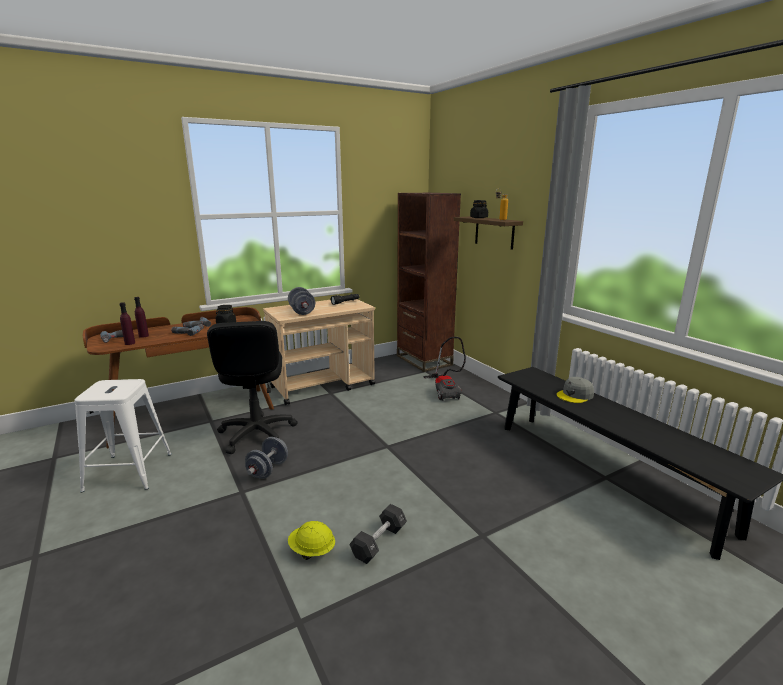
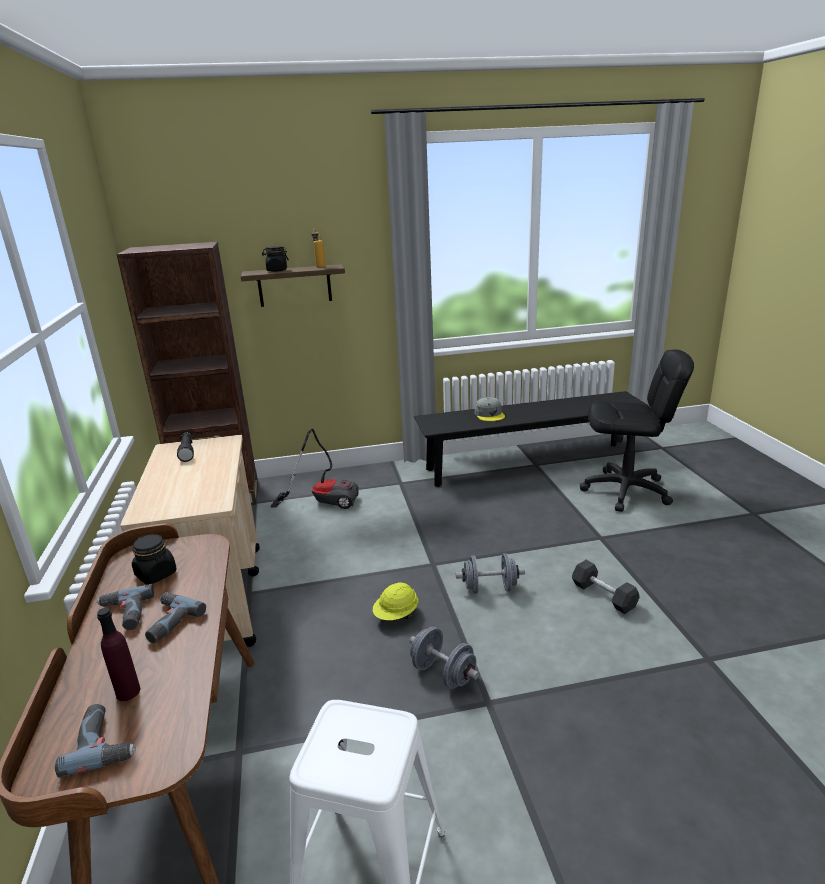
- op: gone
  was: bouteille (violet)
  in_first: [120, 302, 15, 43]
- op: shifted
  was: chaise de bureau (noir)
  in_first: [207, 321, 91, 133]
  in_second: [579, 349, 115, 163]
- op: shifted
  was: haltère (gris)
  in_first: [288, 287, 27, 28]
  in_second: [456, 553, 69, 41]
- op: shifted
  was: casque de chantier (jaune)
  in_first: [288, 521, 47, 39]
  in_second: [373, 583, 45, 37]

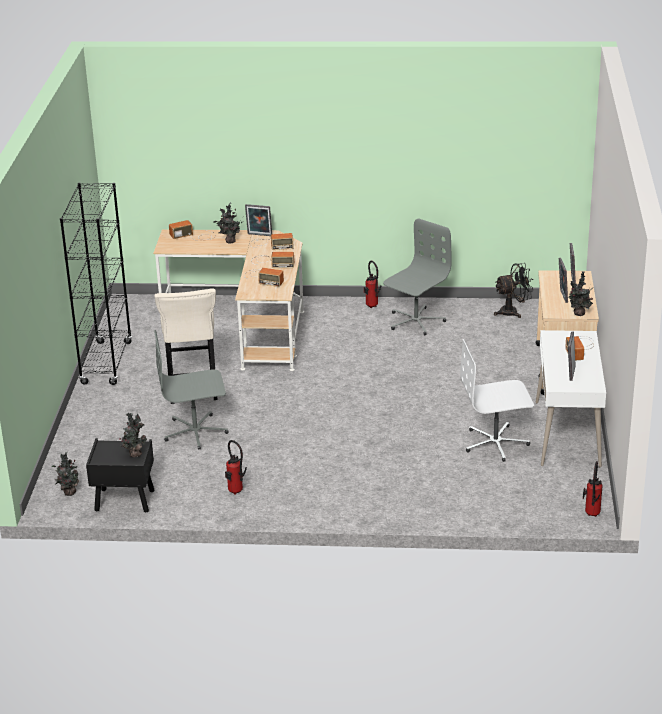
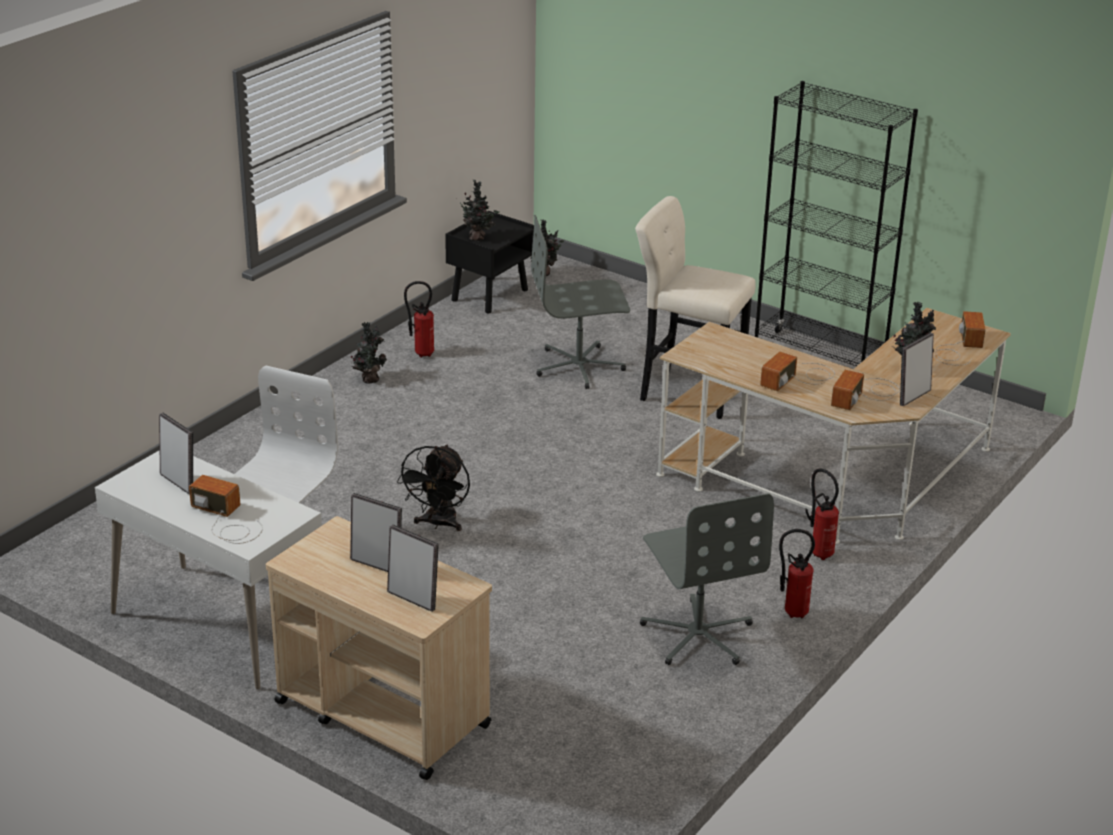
- op: rotated
  was: chaise de bureau (gris)
  in_first: [154, 330, 75, 120]
  in_second: [531, 215, 99, 174]
  clockwise: -120
- op: gone
  was: radio
  in_first: [244, 268, 40, 19]
- op: shifted
  was: ventilateur (noir)
  in_first: [494, 263, 40, 55]
  in_second: [397, 444, 73, 87]
- op: shifted
  was: plante en pot
  in_first: [568, 271, 25, 45]
  in_second: [351, 322, 36, 62]
- op: shifted
  was: extincteur
  in_first: [583, 461, 20, 56]
  in_second: [805, 469, 34, 91]

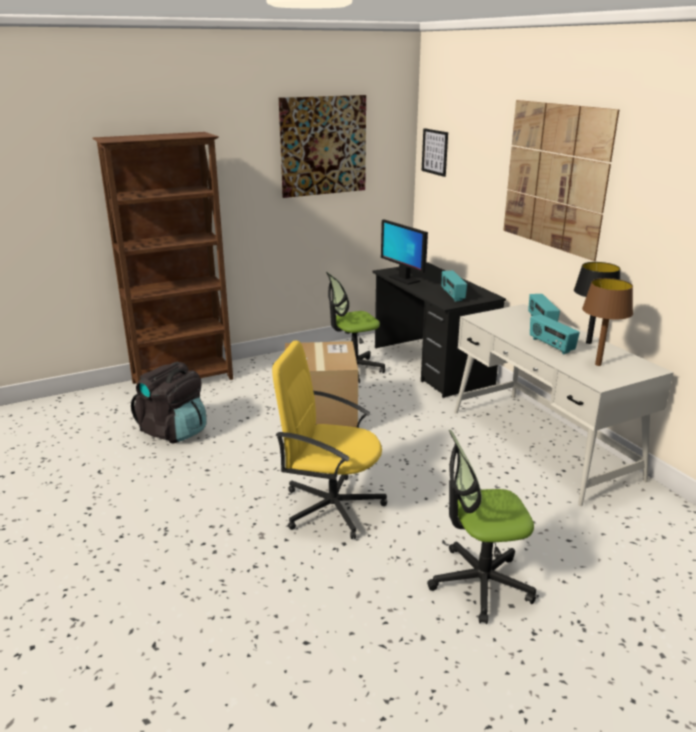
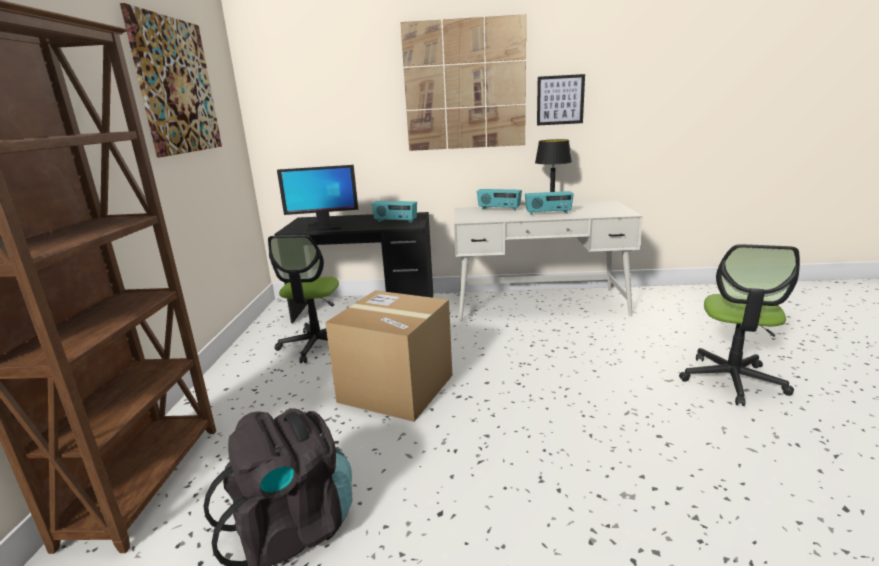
- op: gone
  was: chaise de bureau (jaune)
  in_first: [272, 341, 115, 198]
- op: shifted
  was: tableau
  in_first: [422, 128, 26, 49]
  in_second: [537, 74, 48, 52]
- op: gone
  was: lampe de table (marron)
  in_first: [582, 278, 51, 88]

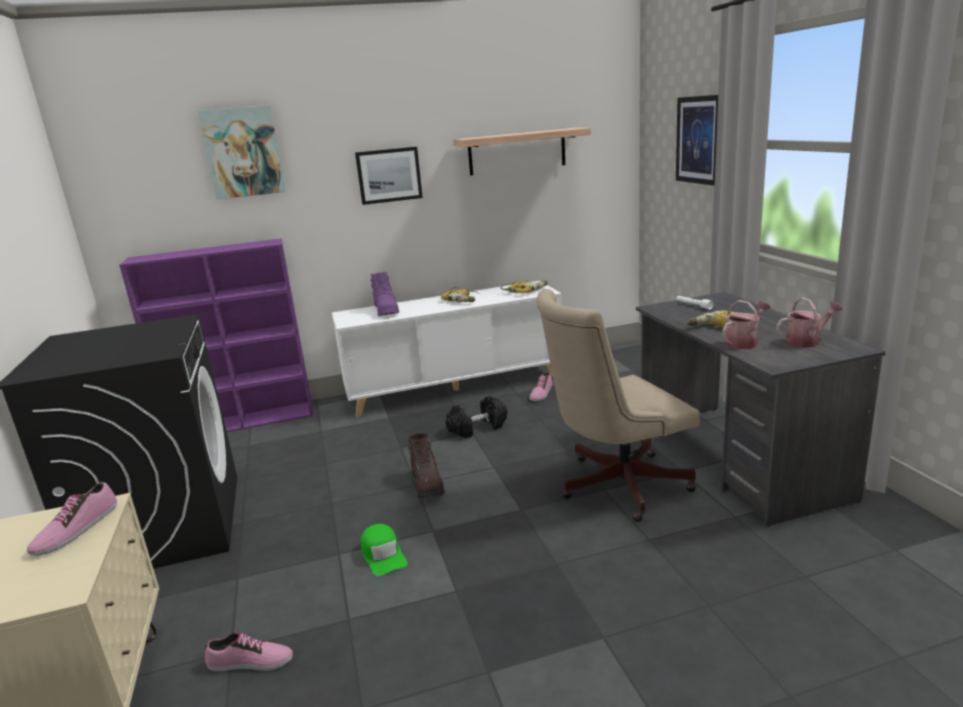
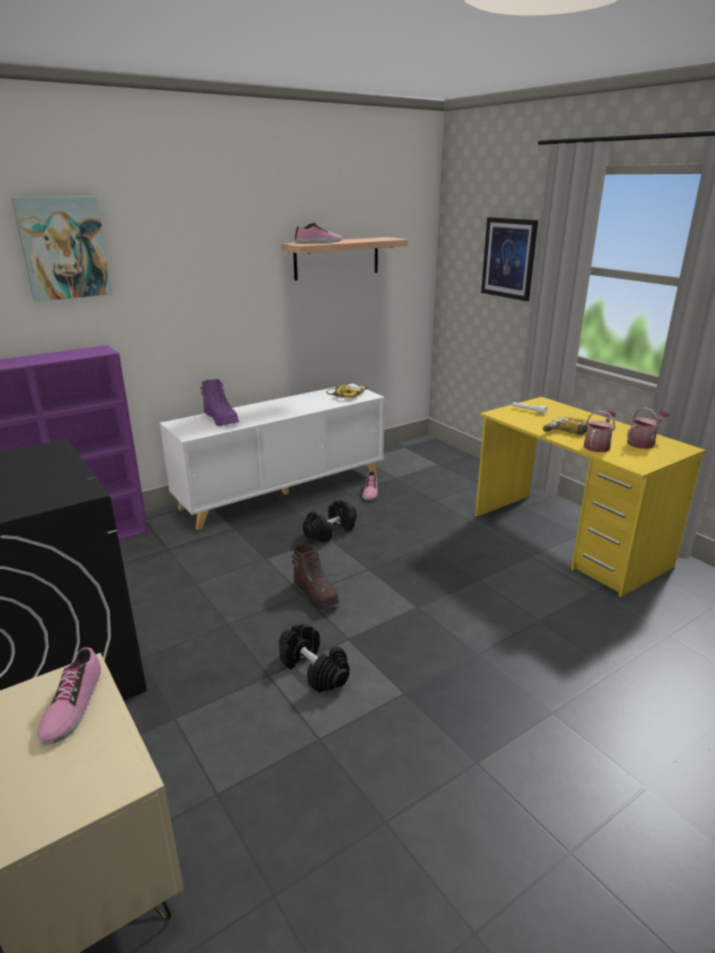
- op: shifted
  was: chaussure
  in_first: [205, 633, 88, 38]
  in_second: [295, 223, 47, 20]
- op: gone
  was: tableau
  in_first: [355, 147, 68, 58]
- op: swapped
  was: casquette (vert)
  now: haltère (noir)
  in_first: [361, 524, 47, 52]
  in_second: [279, 624, 71, 68]
- op: gone
  was: perceuse
  in_first: [441, 287, 38, 16]
- op: gone
  was: chaise de bureau (beige)
  in_first: [536, 289, 164, 233]
- op: repainted
  was: bureau (gris)
  now: bureau (jaune)
  in_first: [636, 292, 250, 235]
  in_second: [475, 397, 231, 200]

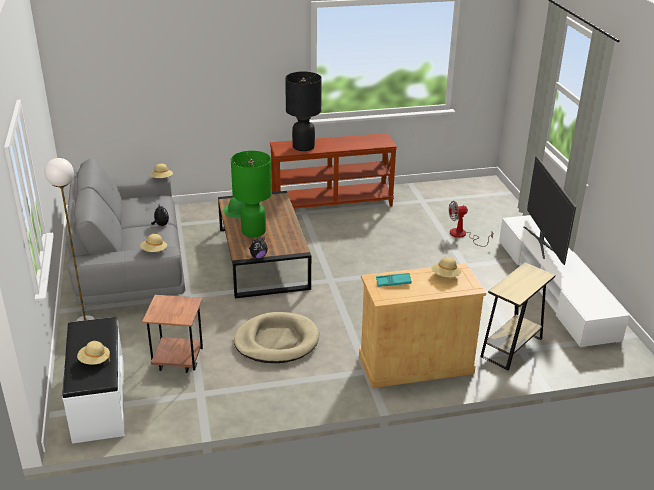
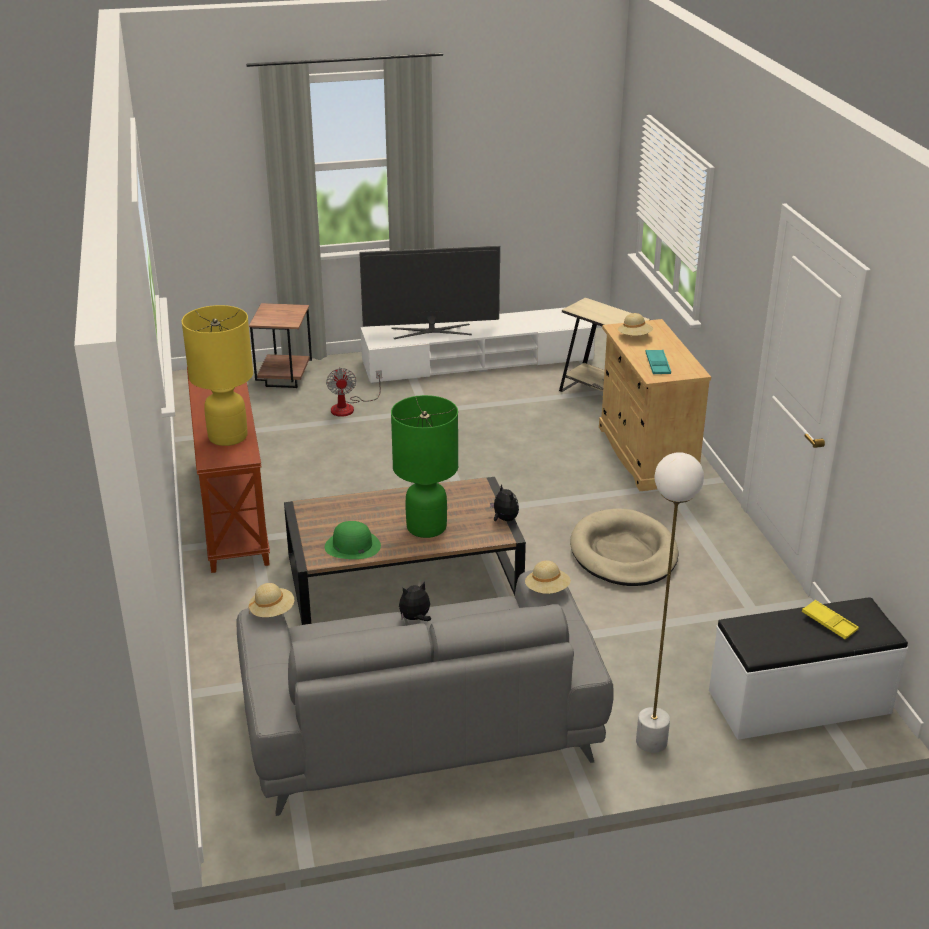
- op: swapped
  was: chapeau (beige)
  now: plateau (jaune)
  in_first: [77, 341, 33, 24]
  in_second: [802, 600, 57, 39]
- op: shifted
  was: table d'appoint (marron)
  in_first: [142, 295, 61, 78]
  in_second: [249, 303, 63, 85]
- op: repainted
  was: lampe de table (noir)
  now: lampe de table (jaune)
  in_first: [285, 72, 37, 79]
  in_second: [182, 305, 71, 141]

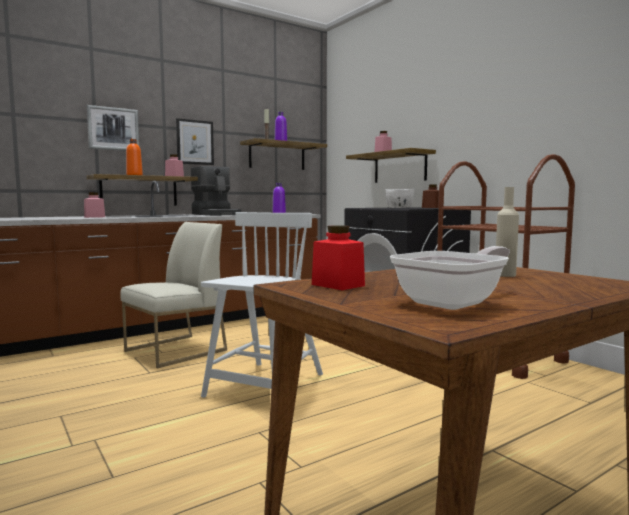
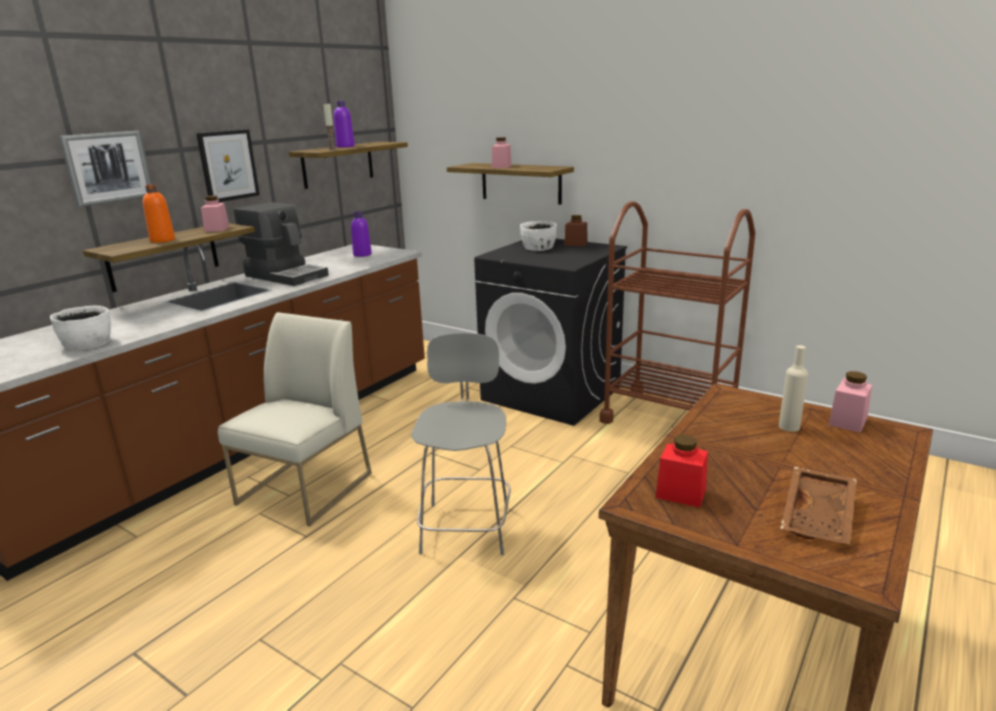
- op: shifted
  was: bocal (rose)
  in_first: [84, 192, 21, 26]
  in_second: [828, 371, 44, 62]
- op: swapped
  was: chaise (blanc)
  now: tabouret (gris)
  in_first: [201, 212, 122, 186]
  in_second: [411, 333, 100, 222]
- op: swapped
  was: poêle
  now: plateau (marron)
  in_first: [390, 246, 120, 64]
  in_second: [780, 467, 77, 78]
- op: new
  now: bol (blanc)
  in_second: [50, 306, 61, 44]

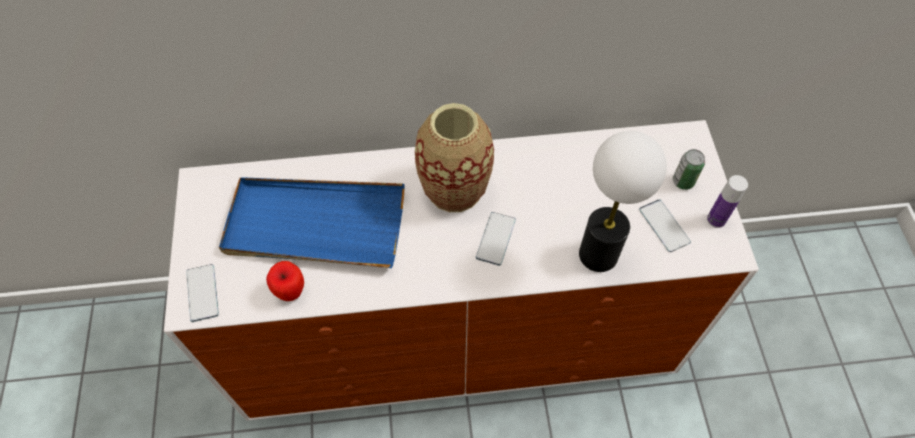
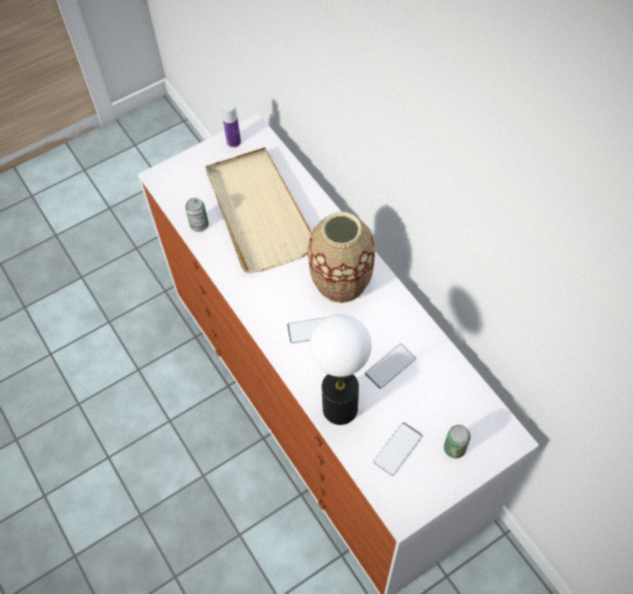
- op: shifted
  was: téléphone
  in_first: [186, 264, 33, 58]
  in_second: [365, 344, 51, 45]
- op: repainted
  was: plateau (bleu)
  now: plateau (beige)
  in_first: [219, 177, 186, 91]
  in_second: [205, 147, 107, 126]
- op: swapped
  was: pomme
  now: boîte métallique
  in_first: [266, 261, 38, 40]
  in_second: [185, 198, 24, 34]
- op: shifted
  was: bouteille
  in_first: [707, 175, 41, 53]
  in_second: [221, 101, 20, 47]

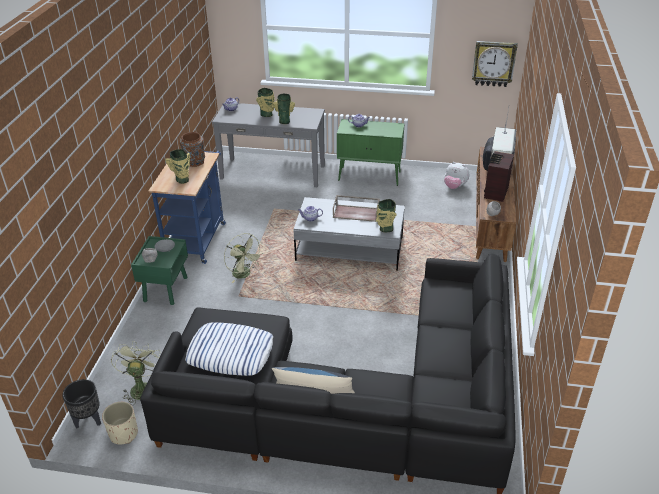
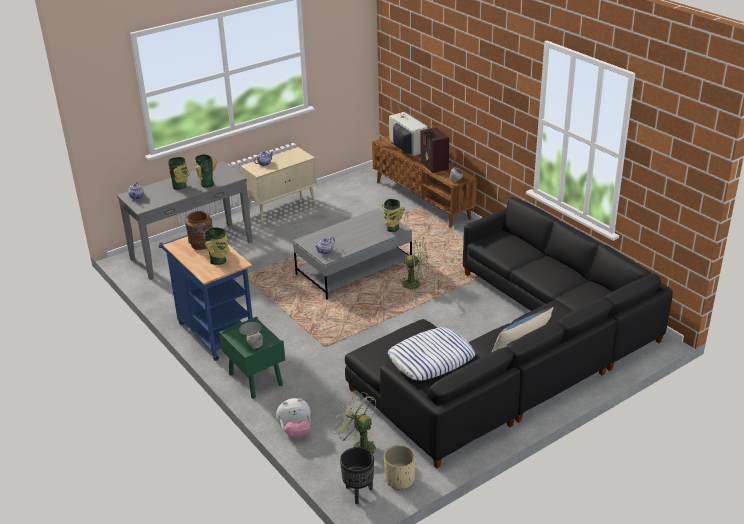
- op: shifted
  was: ventilateur (vert)
  in_first: [224, 233, 39, 50]
  in_second: [400, 239, 29, 51]
- op: gone
  was: plateau (marron)
  in_first: [333, 195, 47, 27]
- op: repainted
  was: meuble de rangement (vert)
  now: meuble de rangement (beige)
  in_first: [337, 119, 67, 67]
  in_second: [240, 147, 77, 82]
- op: shifted
  was: peluche
  in_first: [444, 162, 25, 27]
  in_second: [276, 398, 35, 40]
- op: gone
  was: horloge murale
  in_first: [472, 41, 46, 46]

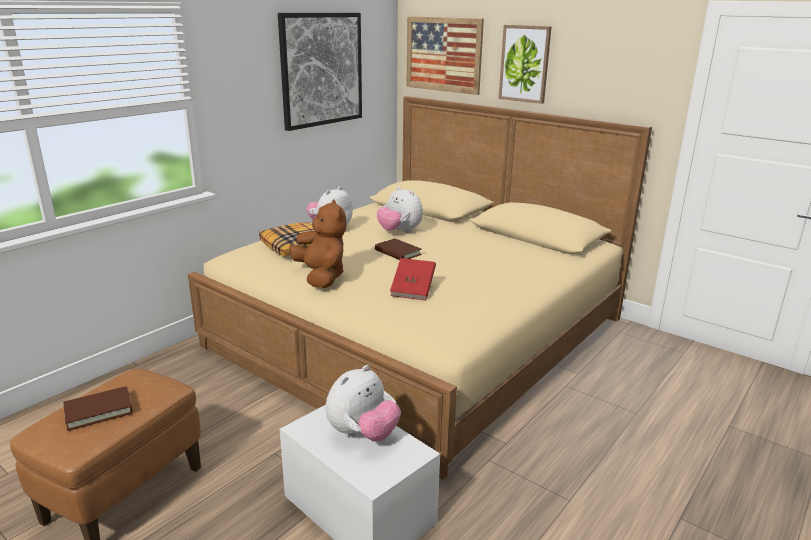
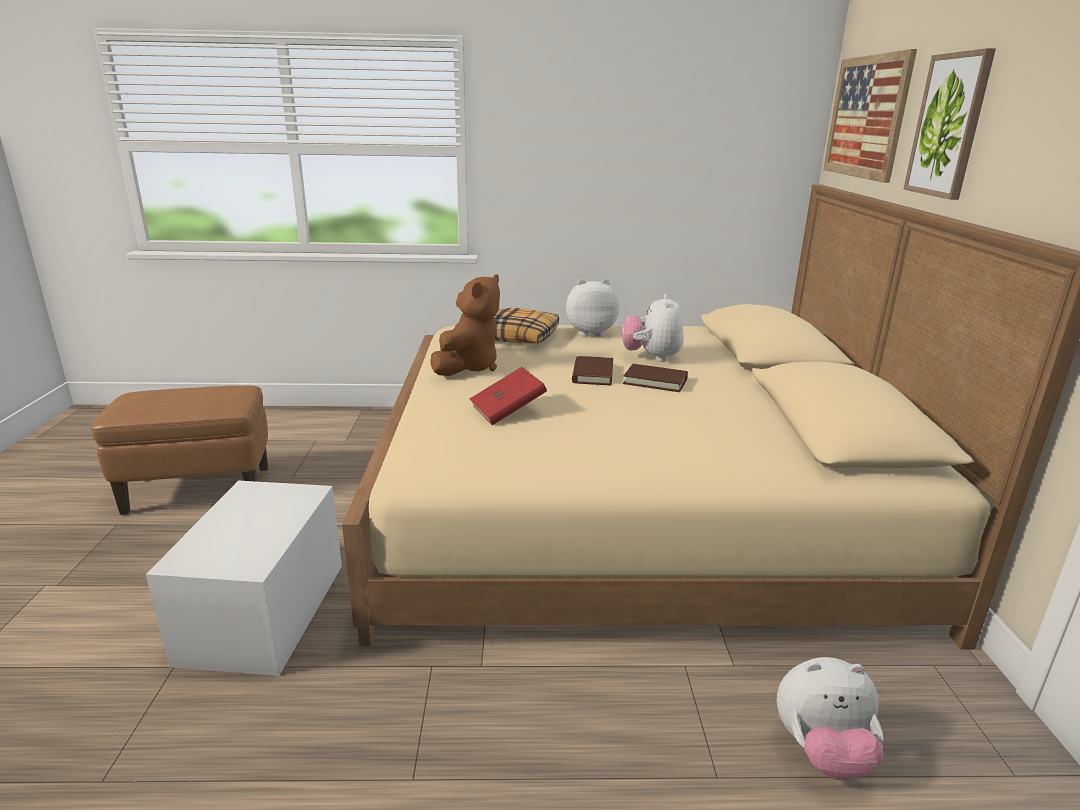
- op: shifted
  was: livre (marron)
  in_first: [63, 386, 70, 45]
  in_second: [623, 364, 65, 28]
- op: gone
  was: tableau
  in_first: [278, 13, 84, 118]
- op: shifted
  was: peluche
  in_first: [326, 365, 75, 76]
  in_second: [777, 657, 107, 123]

